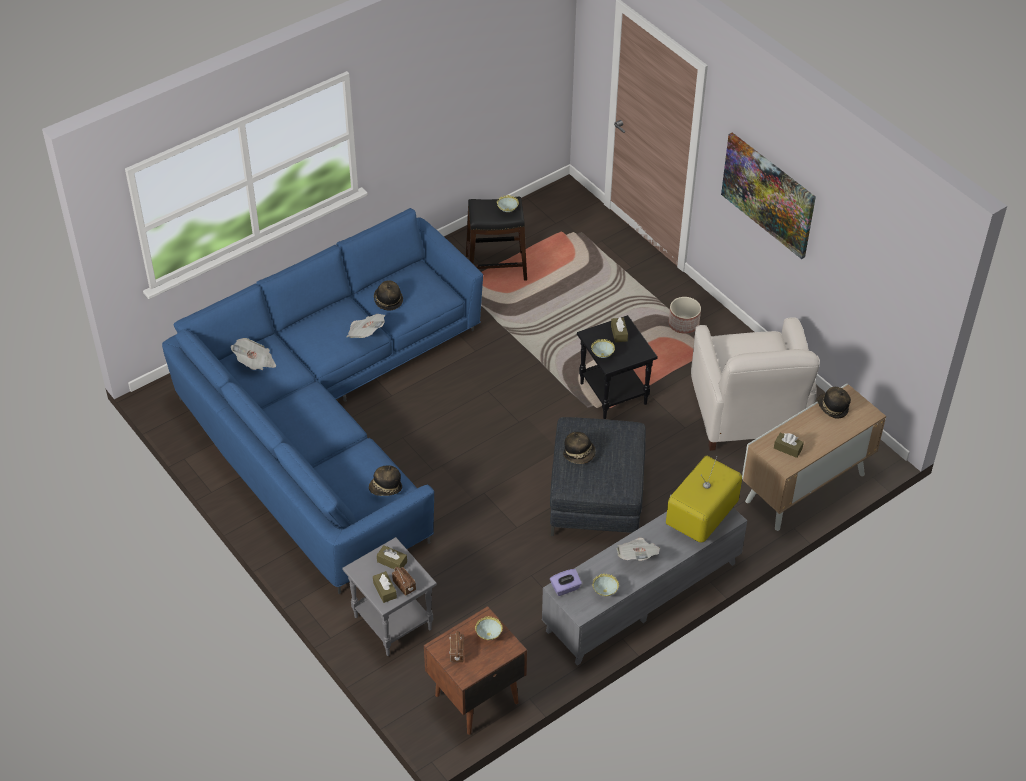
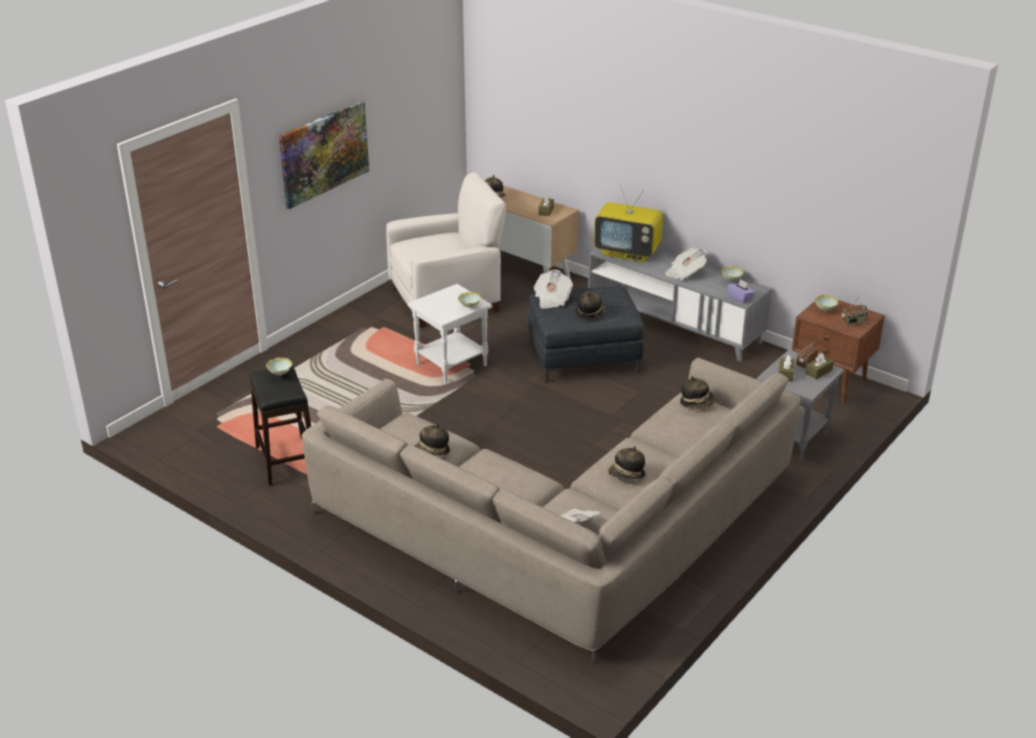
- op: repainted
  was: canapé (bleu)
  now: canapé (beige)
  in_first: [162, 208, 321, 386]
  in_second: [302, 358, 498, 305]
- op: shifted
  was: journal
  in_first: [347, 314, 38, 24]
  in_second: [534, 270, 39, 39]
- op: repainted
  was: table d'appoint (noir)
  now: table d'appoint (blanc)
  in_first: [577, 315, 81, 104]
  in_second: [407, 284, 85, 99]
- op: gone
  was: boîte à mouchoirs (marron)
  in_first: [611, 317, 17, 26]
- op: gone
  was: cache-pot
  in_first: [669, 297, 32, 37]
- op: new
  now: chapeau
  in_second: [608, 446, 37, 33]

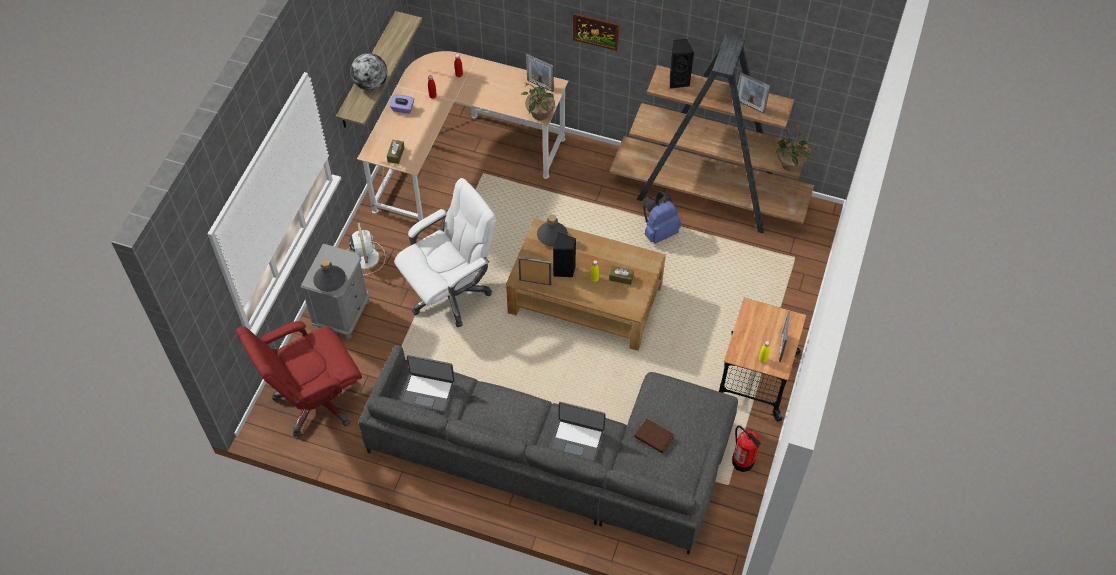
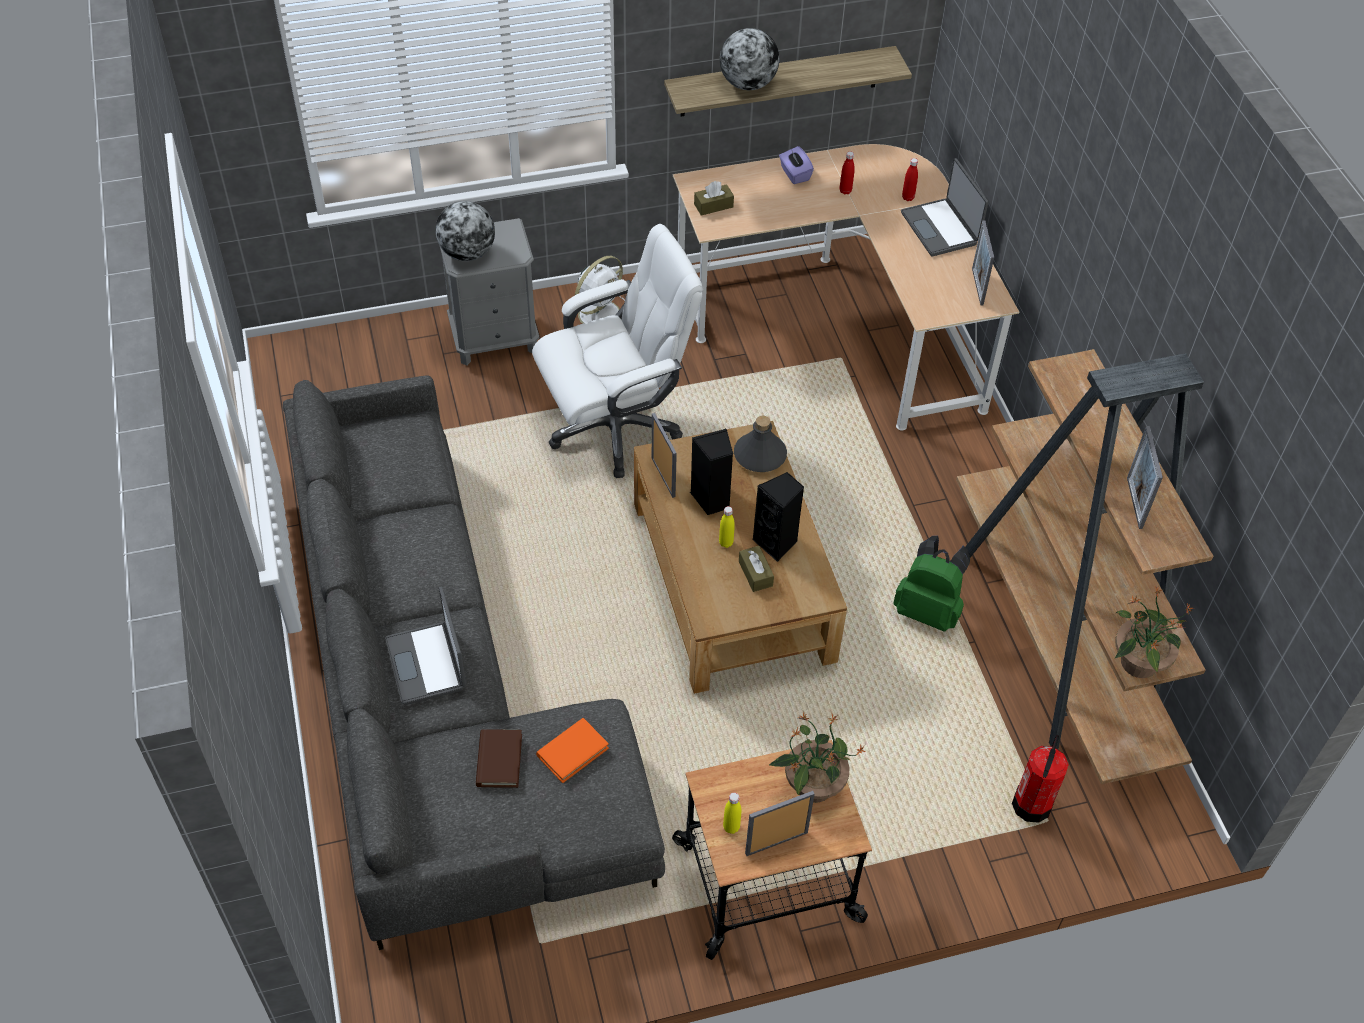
- op: gone
  was: chaise de bureau (rouge)
  in_first: [236, 321, 126, 116]
- op: swapped
  was: bouteille (gris)
  now: globe
  in_first: [313, 259, 33, 33]
  in_second: [435, 201, 60, 60]
- op: rotated
  was: chaise de bureau (blanc)
  in_first: [394, 178, 102, 149]
  in_second: [532, 224, 171, 254]
  clockwise: -45
- op: shifted
  was: ordinateur portable
  in_first: [401, 355, 54, 57]
  in_second: [901, 158, 87, 99]
- op: shifted
  was: plante en pot
  in_first: [522, 75, 33, 45]
  in_second: [769, 713, 96, 90]
- op: gone
  was: tableau
  in_first: [573, 13, 46, 38]
- op: repainted
  was: sac à dos (bleu)
  now: sac à dos (vert)
  in_first: [643, 191, 38, 53]
  in_second: [893, 536, 77, 96]
- op: shifted
  was: enceinte (noir)
  in_first: [670, 39, 24, 49]
  in_second: [753, 472, 51, 90]
- op: shifted
  was: extincteur
  in_first: [732, 425, 29, 47]
  in_second: [1012, 735, 57, 88]
- op: new
  now: livre (orange)
  in_second: [536, 718, 73, 65]

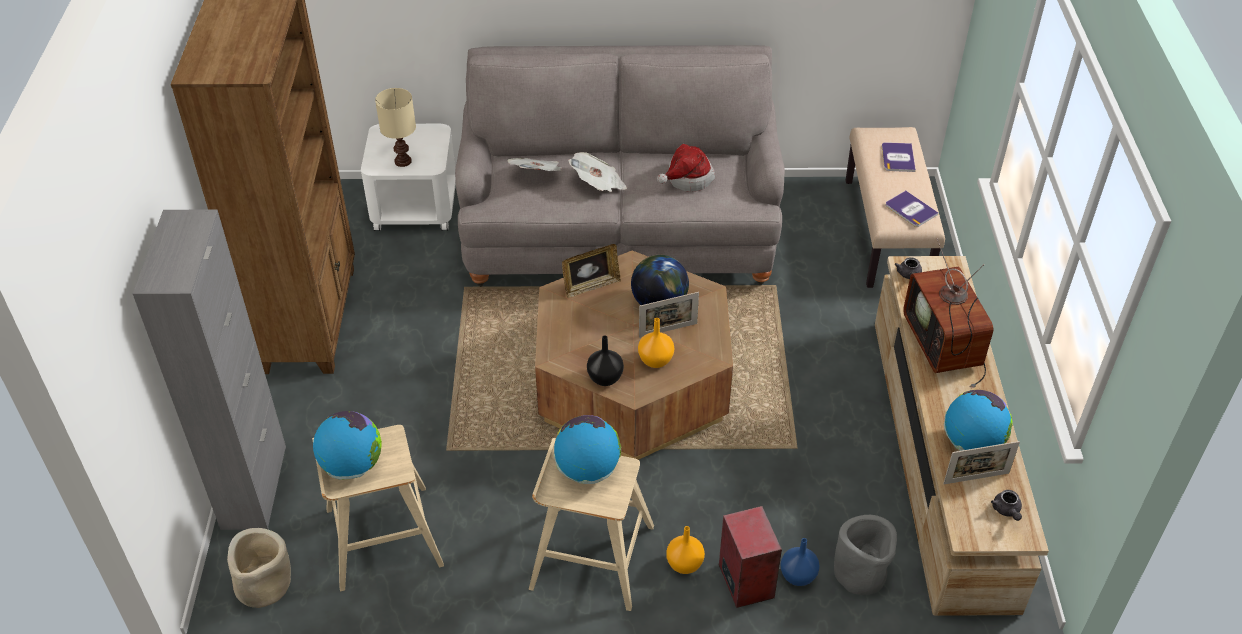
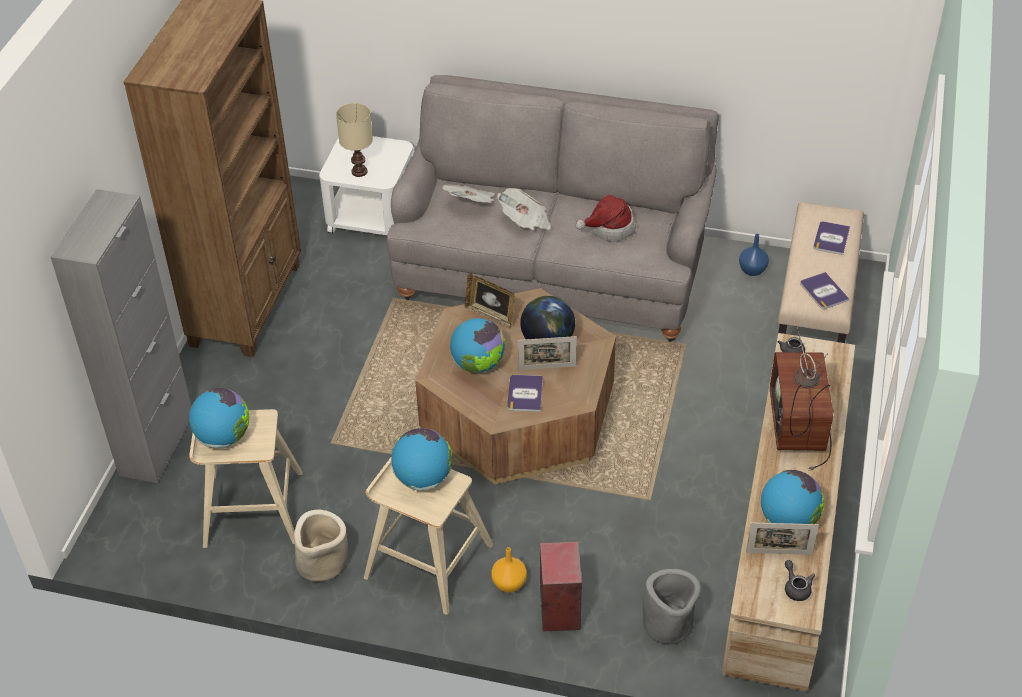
- op: shifted
  was: cache-pot (beige)
  in_first: [227, 528, 64, 80]
  in_second: [294, 510, 54, 72]
- op: rotated
  was: cadre photo
  in_first: [562, 244, 59, 54]
  in_second: [465, 274, 50, 55]
  clockwise: 45
- op: gone
  was: vase (noir)
  in_first: [587, 336, 37, 50]
- op: swapped
  was: vase (orange)
  now: livre
  in_first: [638, 318, 36, 50]
  in_second: [507, 375, 36, 37]
- op: shifted
  was: vase (bleu)
  in_first: [781, 538, 39, 48]
  in_second: [739, 234, 30, 42]
- op: rotated
  was: théière (gris)
  in_first: [991, 490, 31, 31]
  in_second: [785, 560, 30, 41]
  clockwise: 150
- op: new
  now: globe
  in_second: [450, 318, 55, 55]

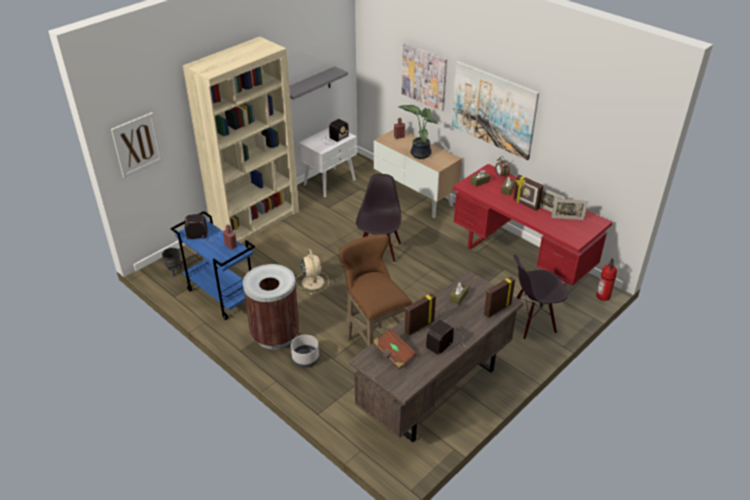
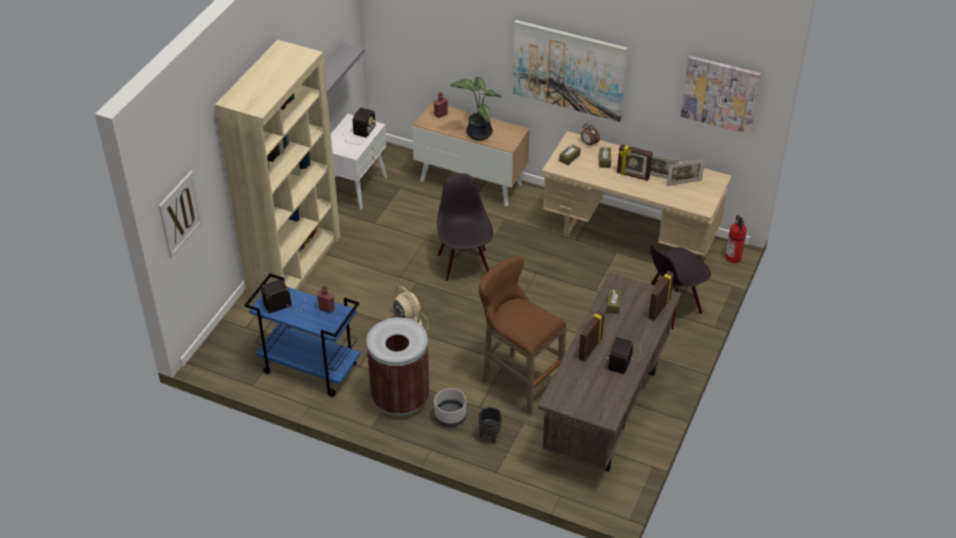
- op: shifted
  was: cache-pot (noir)
  in_first: [162, 248, 20, 28]
  in_second: [478, 407, 24, 37]
- op: gone
  was: livre (marron)
  in_first: [373, 328, 44, 41]
- op: shifted
  was: tableau
  in_first: [402, 43, 45, 68]
  in_second: [681, 56, 80, 79]
- op: repainted
  was: bureau (rouge)
  now: bureau (beige)
  in_first: [453, 164, 159, 122]
  in_second: [542, 131, 190, 126]

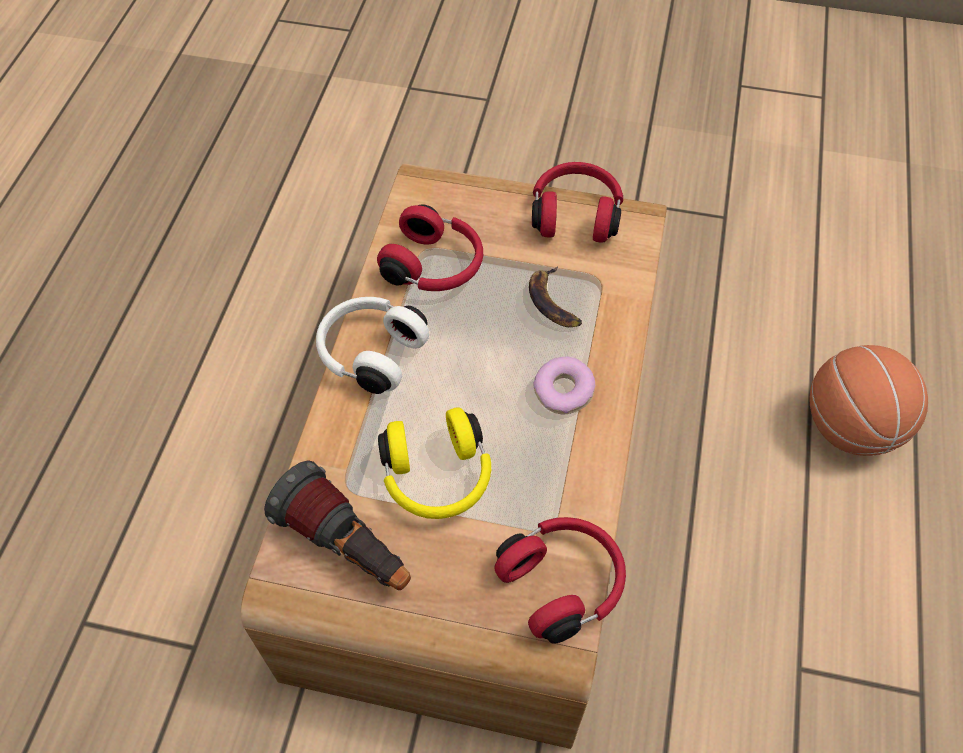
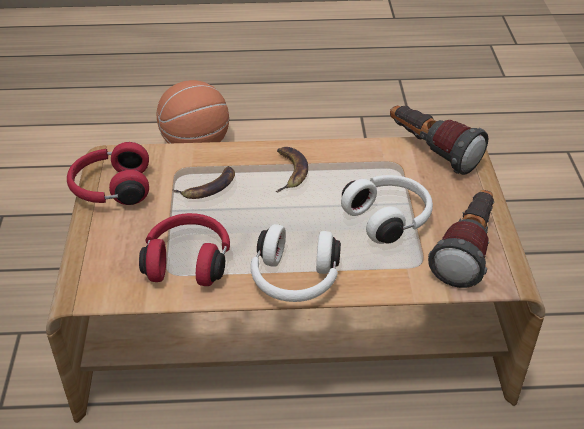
- op: repainted
  was: casque audio (jaune)
  now: casque audio (blanc)
  in_first: [378, 407, 113, 112]
  in_second: [341, 175, 92, 69]
- op: swapped
  was: casque audio (rouge)
  now: lampe de poche
  in_first: [495, 517, 131, 127]
  in_second: [390, 105, 98, 70]
- op: swapped
  was: beignet
  now: banane
  in_first: [533, 357, 62, 57]
  in_second: [276, 147, 32, 45]

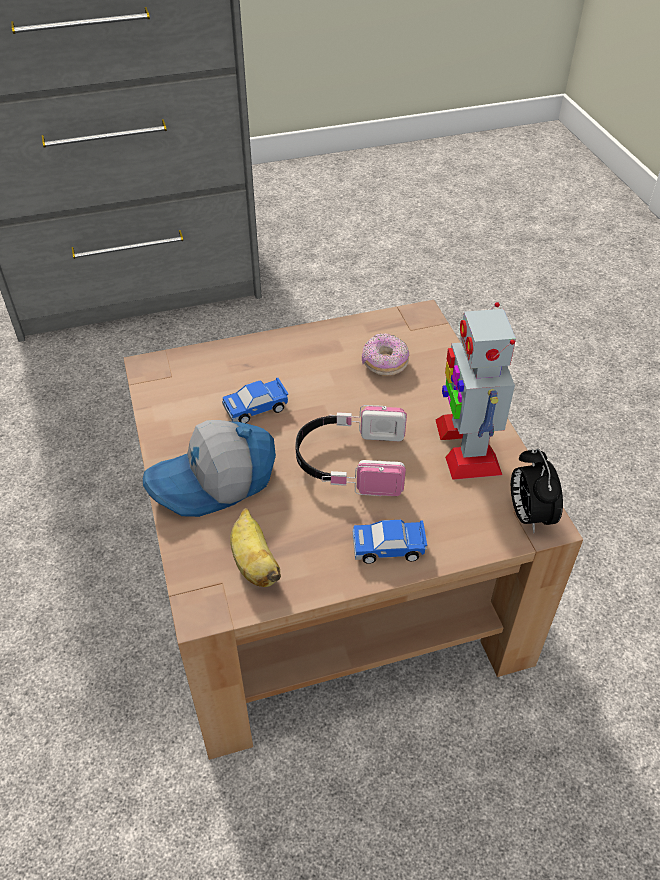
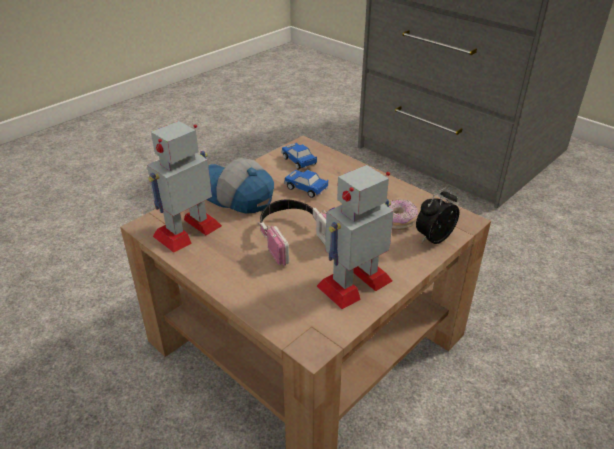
- op: swapped
  was: banane
  now: robot jouet
  in_first: [230, 508, 51, 79]
  in_second: [147, 121, 75, 132]
- op: shifted
  was: petite voiture
  in_first: [353, 520, 74, 44]
  in_second: [281, 143, 36, 27]
- op: shifted
  was: réveil
  in_first: [511, 448, 52, 85]
  in_second: [416, 187, 43, 57]

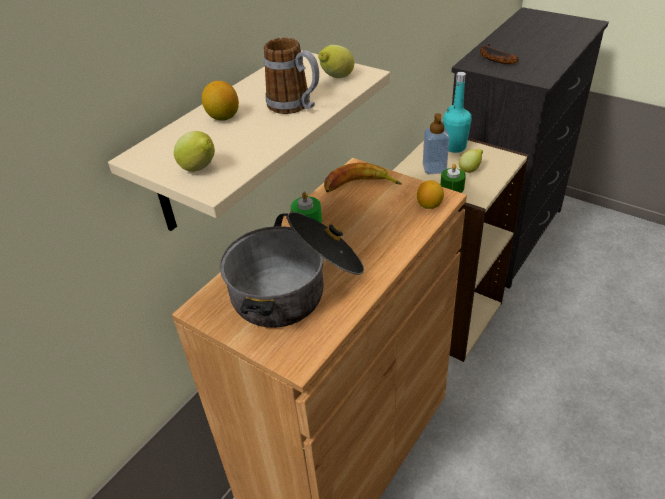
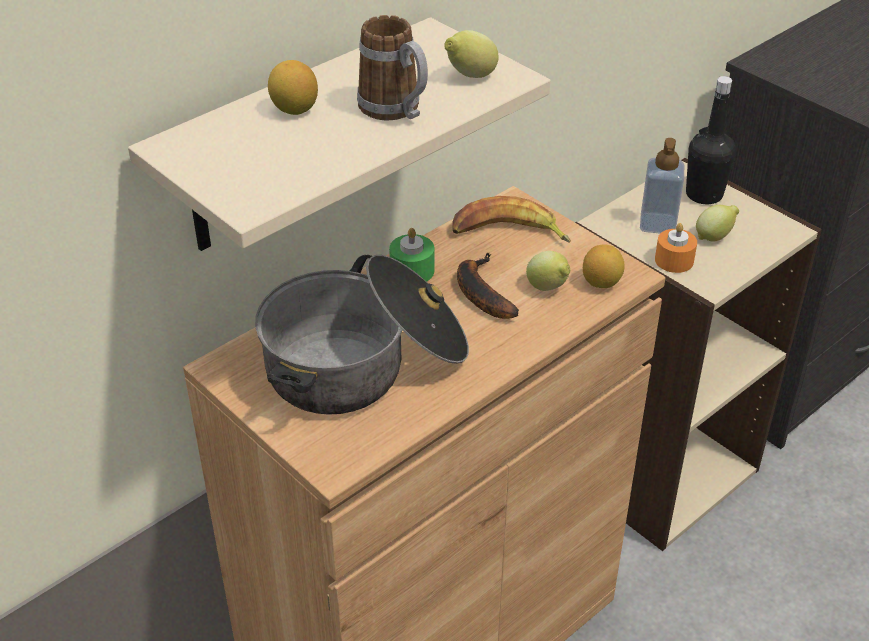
- op: shifted
  was: citron
  in_first: [174, 131, 41, 41]
  in_second: [526, 251, 44, 40]
- op: repainted
  was: bougie (vert)
  now: bougie (orange)
  in_first: [440, 164, 26, 29]
  in_second: [655, 223, 42, 50]
- op: repainted
  was: bouteille (turquoise)
  now: bouteille (noir)
  in_first: [443, 72, 29, 81]
  in_second: [686, 76, 50, 128]
- op: shifted
  was: banane
  in_first: [480, 44, 39, 20]
  in_second: [457, 253, 62, 66]

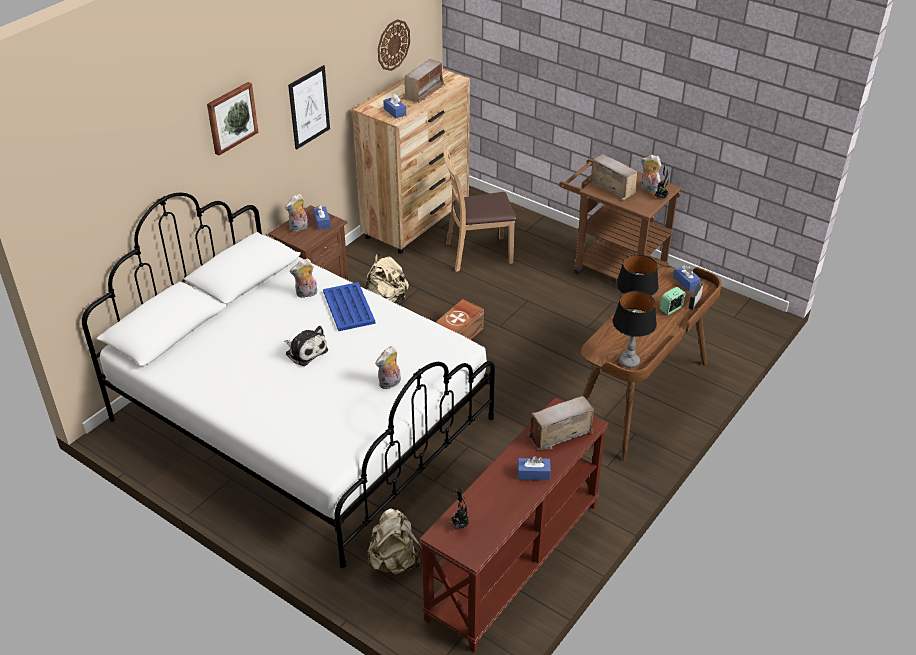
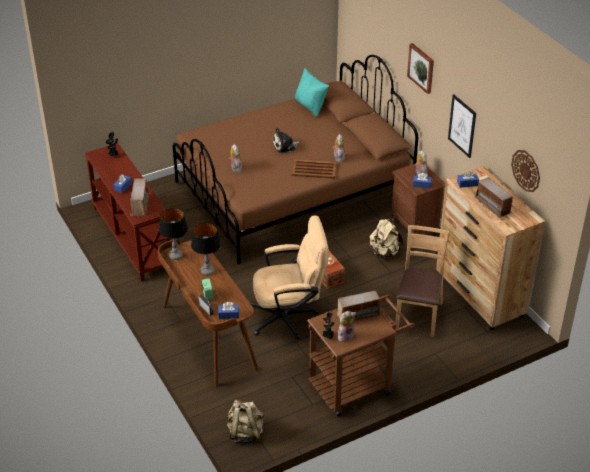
- op: repainted
  was: lit (blanc)
  now: lit (marron)
  in_first: [82, 193, 413, 375]
  in_second: [173, 55, 245, 209]
- op: repainted
  was: plateau (bleu)
  now: plateau (marron)
  in_first: [323, 282, 52, 49]
  in_second: [292, 159, 45, 20]
- op: shifted
  was: sac à dos (beige)
  in_first: [367, 508, 55, 67]
  in_second: [227, 400, 38, 43]
- op: new
  now: chaise de bureau (beige)
  in_second: [250, 215, 79, 125]
- op: new
  now: coussin (turquoise)
  in_second: [295, 68, 34, 49]

